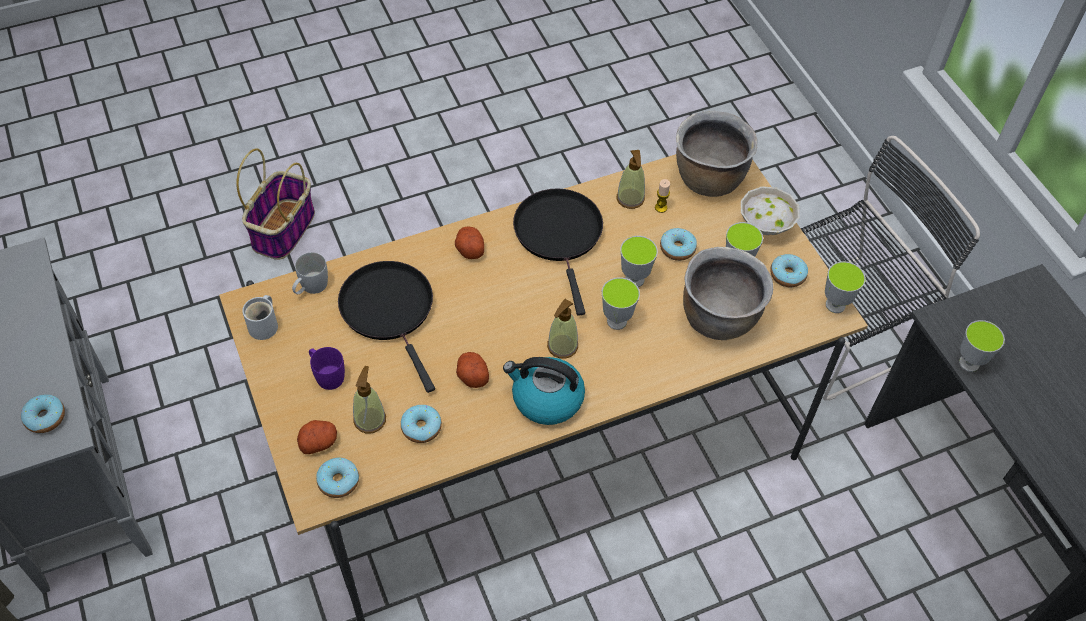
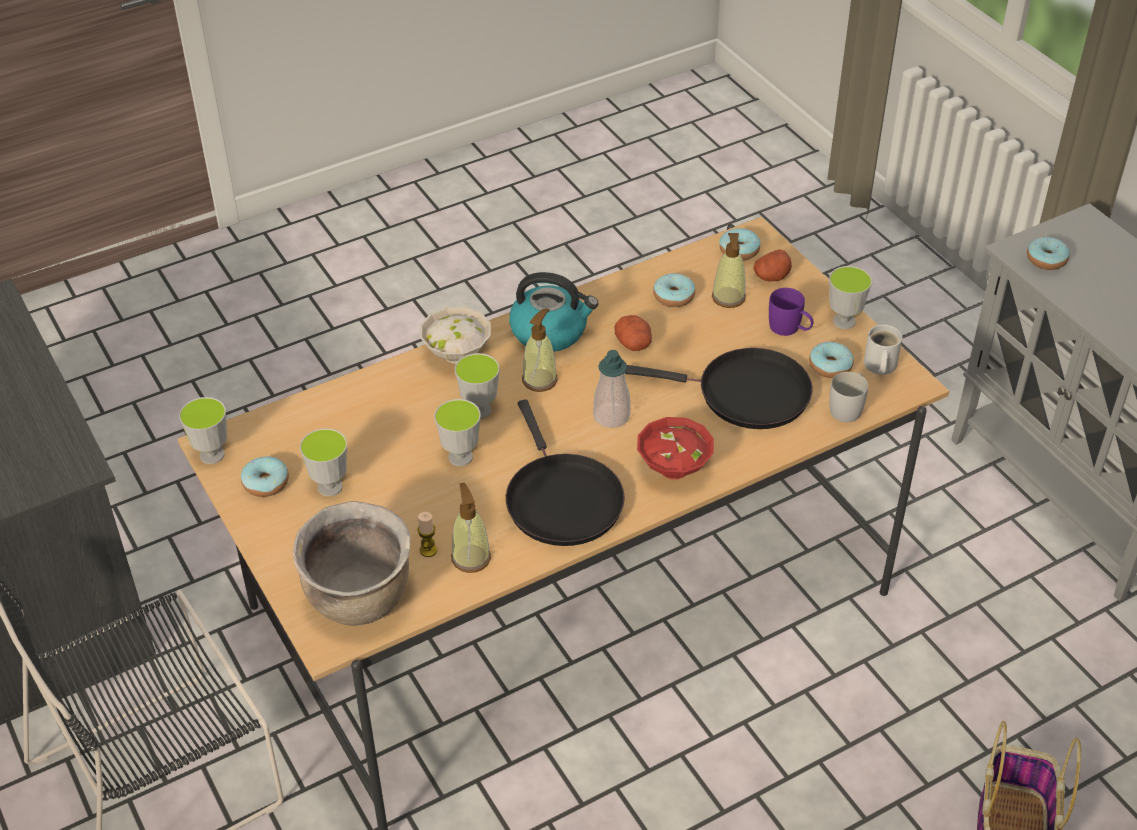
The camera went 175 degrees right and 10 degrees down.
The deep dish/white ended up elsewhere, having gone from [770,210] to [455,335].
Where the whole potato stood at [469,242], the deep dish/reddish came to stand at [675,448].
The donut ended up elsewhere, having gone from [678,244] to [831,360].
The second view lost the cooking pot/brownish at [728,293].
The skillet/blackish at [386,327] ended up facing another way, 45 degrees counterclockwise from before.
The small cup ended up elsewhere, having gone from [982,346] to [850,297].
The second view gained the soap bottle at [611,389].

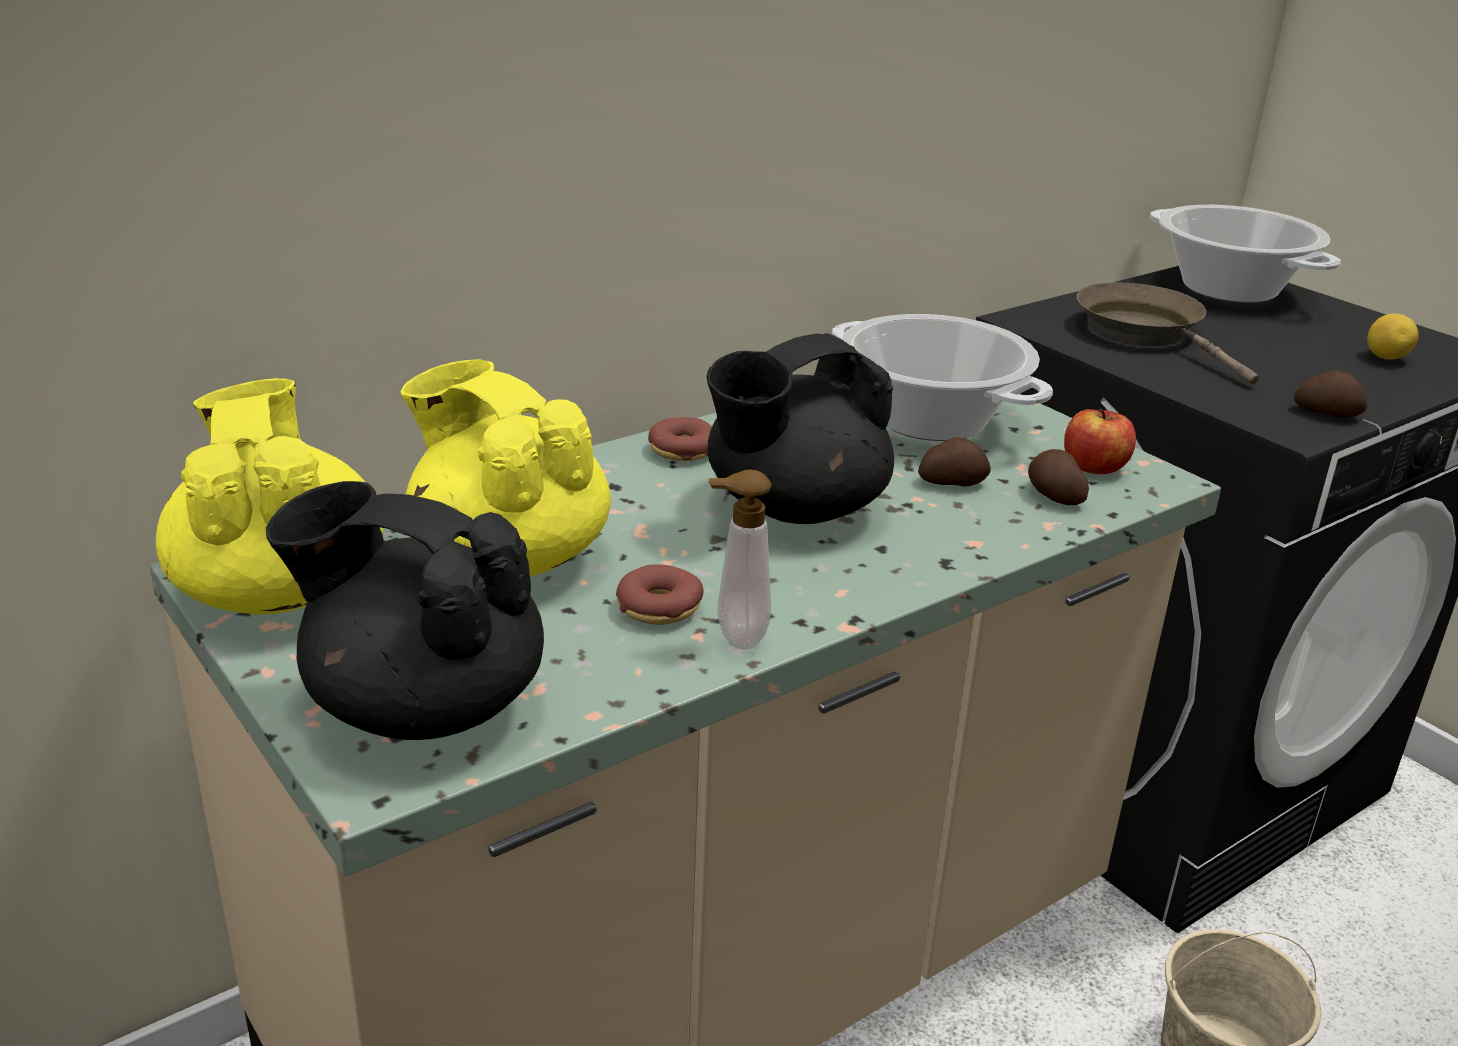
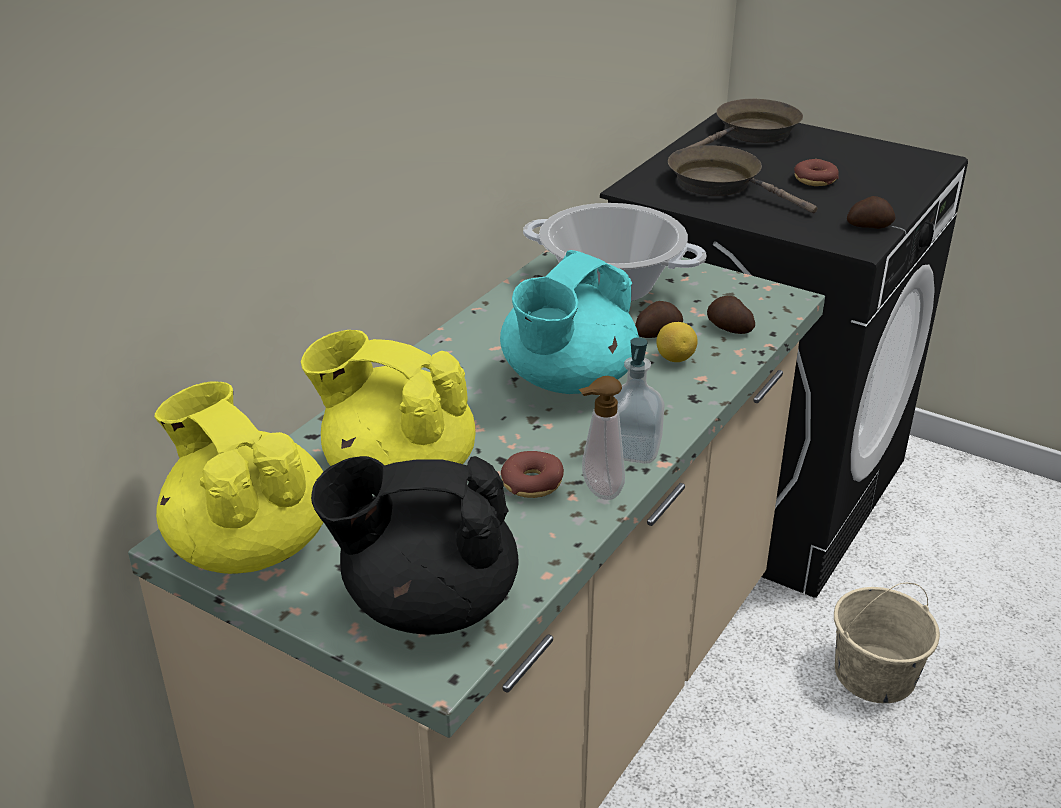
The camera went 20 degrees left and 5 degrees up.
Where the cooking pot stood at [1245,254], the skillet/brownish came to stand at [744,123].
The whole lemon ended up elsewhere, having gone from [1393,337] to [677,342].
What was the teapot/blackish at [800,428] turned into the teapot/turquoise-coloured at [569,322].
The second view lost the apple at [1100,441].
The donut ended up elsewhere, having gone from [680,439] to [816,172].
The second view gained the soap bottle at [639,400].

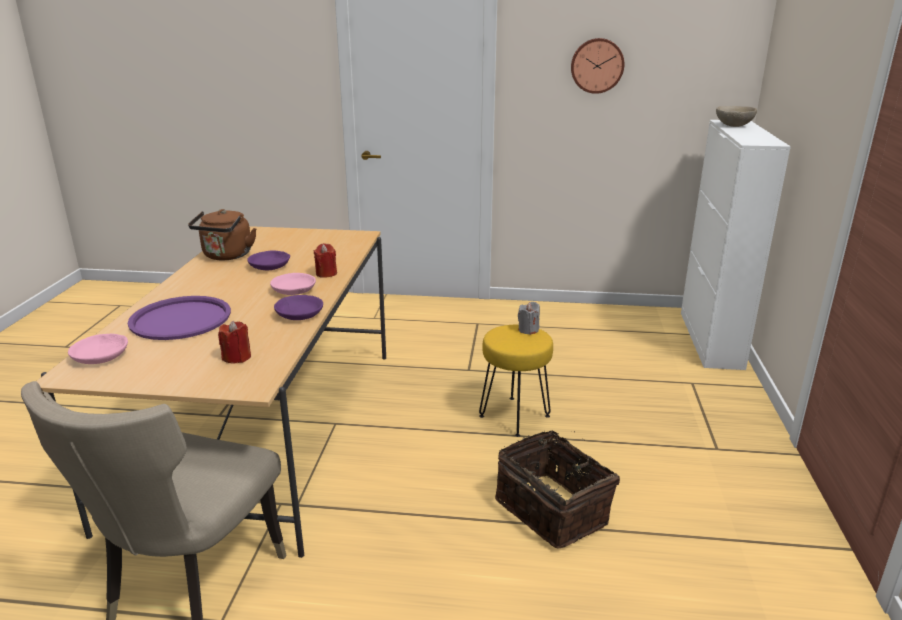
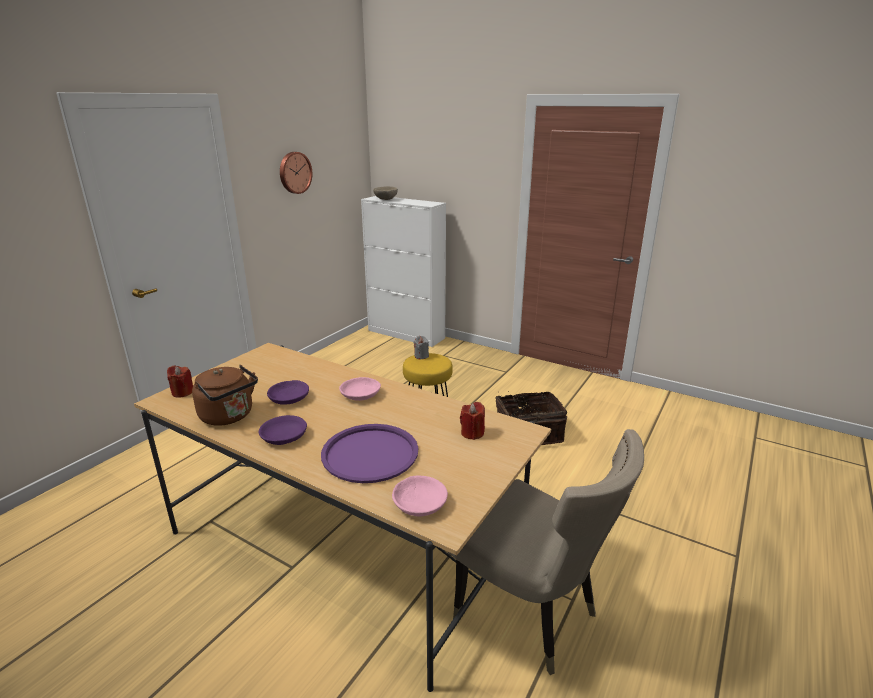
The camera went 65 degrees left and 0 degrees up.
The wax light/reddish ended up elsewhere, having gone from [325,260] to [180,382].
The deep dish/purplish ended up elsewhere, having gone from [298,307] to [283,430].

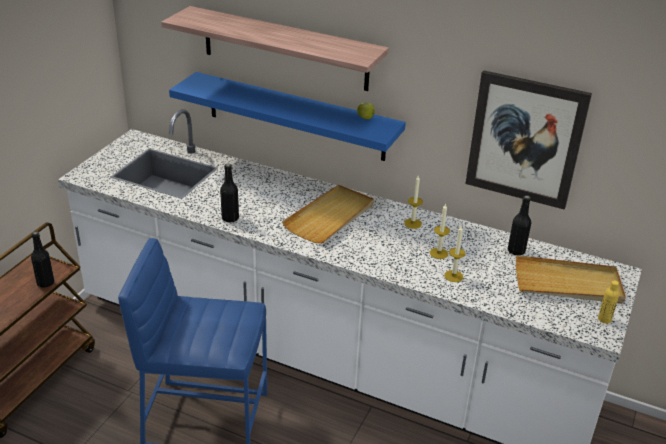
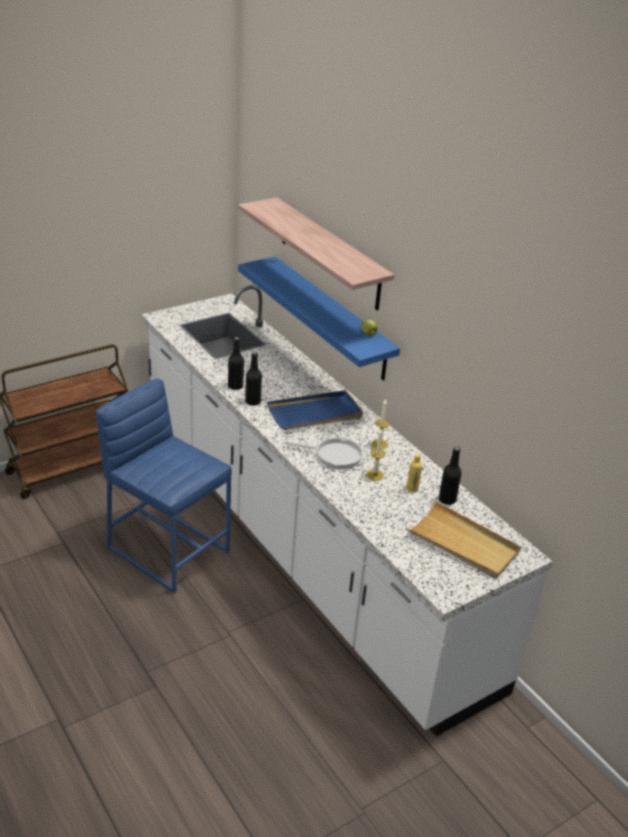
The camera went 30 degrees right and 0 degrees up.
The second view lost the wall picture at [528,140].
What was the tray/beige-coloured at [328,214] turned into the tray/blue-coloured at [315,410].
The second view lost the wax light at [455,254].
The drink bottle/blackish ended up elsewhere, having gone from [42,259] to [253,378].
The drink bottle/yellow-coloured ended up elsewhere, having gone from [608,301] to [414,473].
The second view gained the skillet at [325,453].

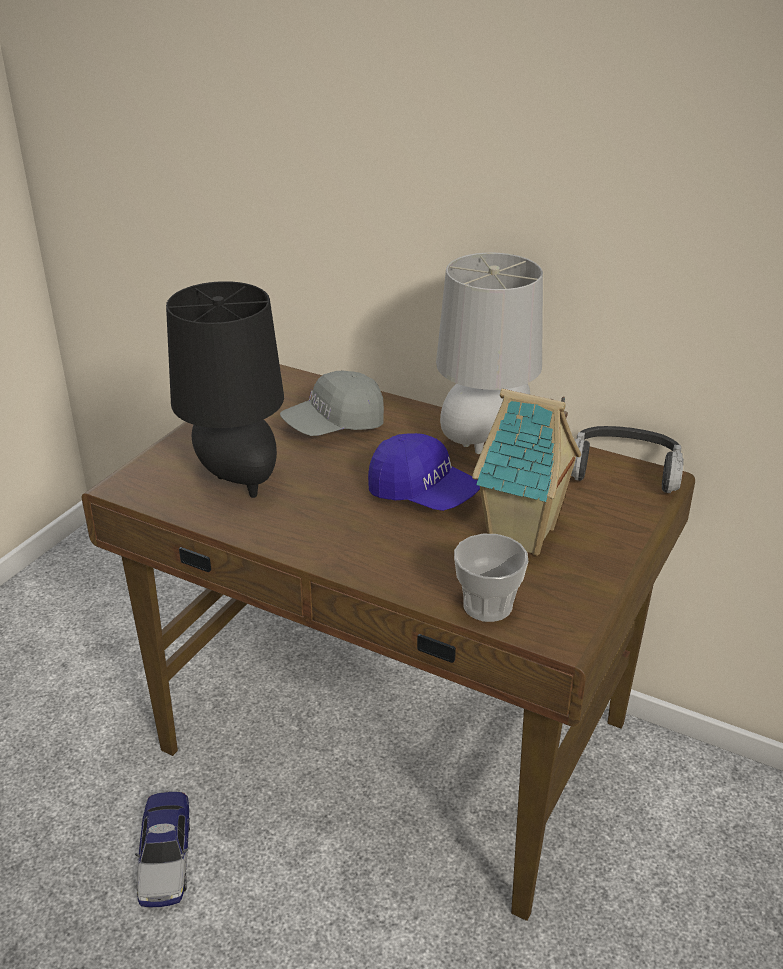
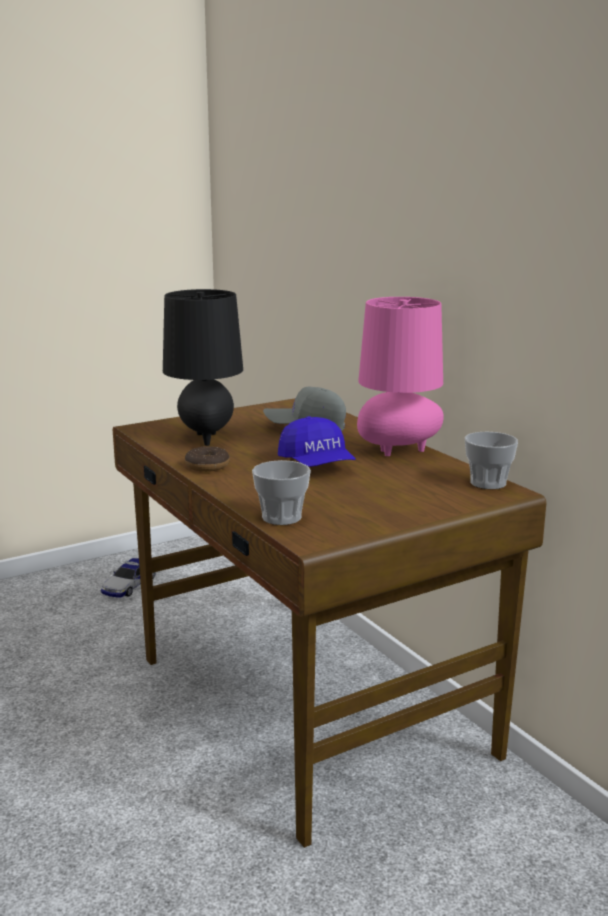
The camera went 30 degrees right and 15 degrees down.
What was the table lamp/grey at [489,353] turned into the table lamp/pink at [400,376].
The second view lost the miniature house at [526,472].
Where the headphones stood at [627,459], the small cup came to stand at [491,460].
The toy car ended up elsewhere, having gone from [162,849] to [128,578].
The second view gained the donut at [207,459].

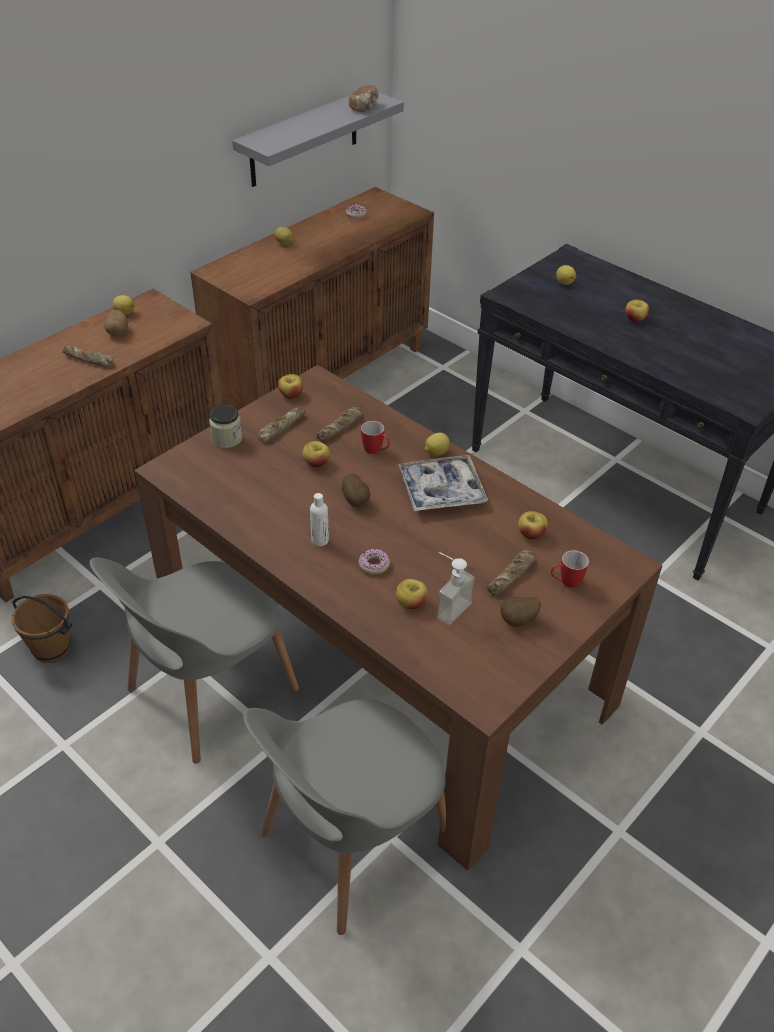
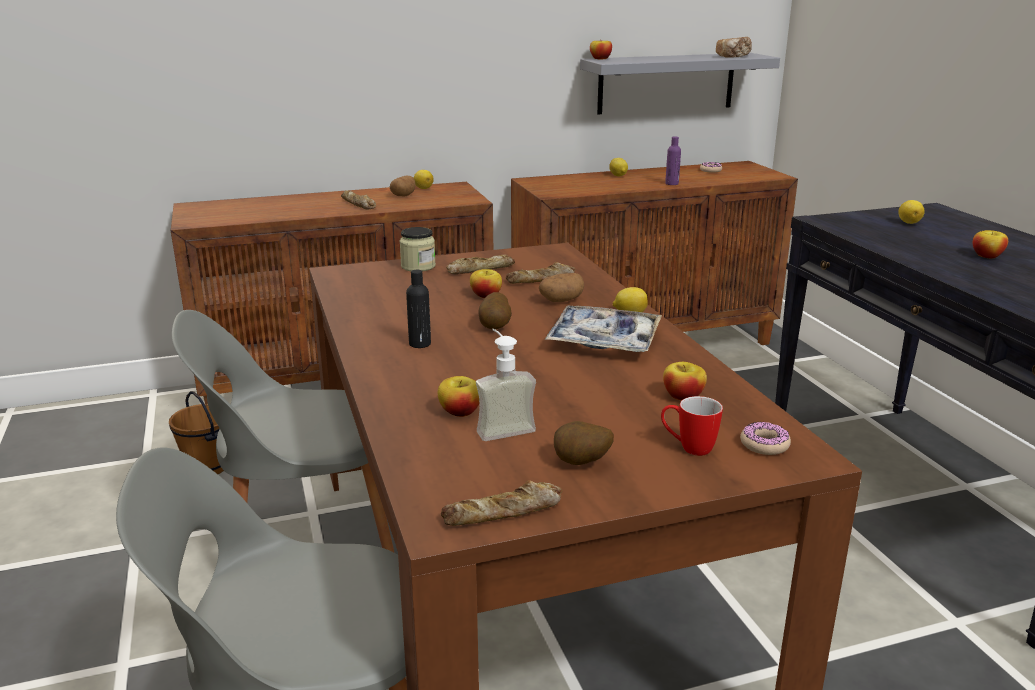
The camera went 30 degrees right and 20 degrees down.
The apple ended up elsewhere, having gone from [290,386] to [601,50].
Where the tea mug stood at [375,437], the whole potato came to stand at [561,287].
What was the drink bottle/white at [319,519] turned into the drink bottle/blackish at [418,309].
The donut ended up elsewhere, having gone from [374,561] to [765,438].
The baked bread ended up elsewhere, having gone from [511,572] to [501,503].
The second view gained the drink bottle/purplish at [673,160].

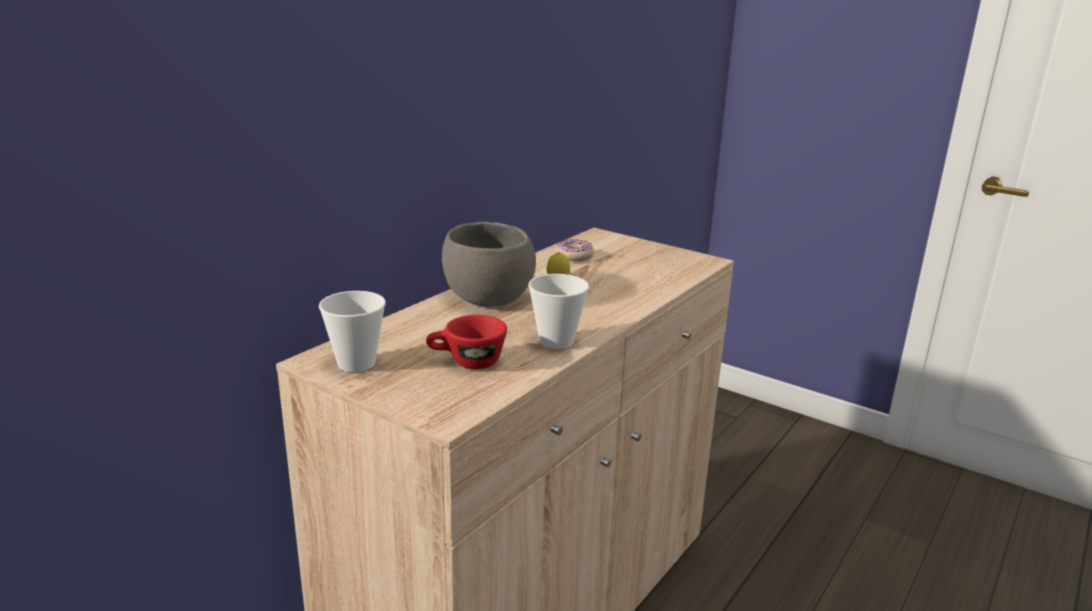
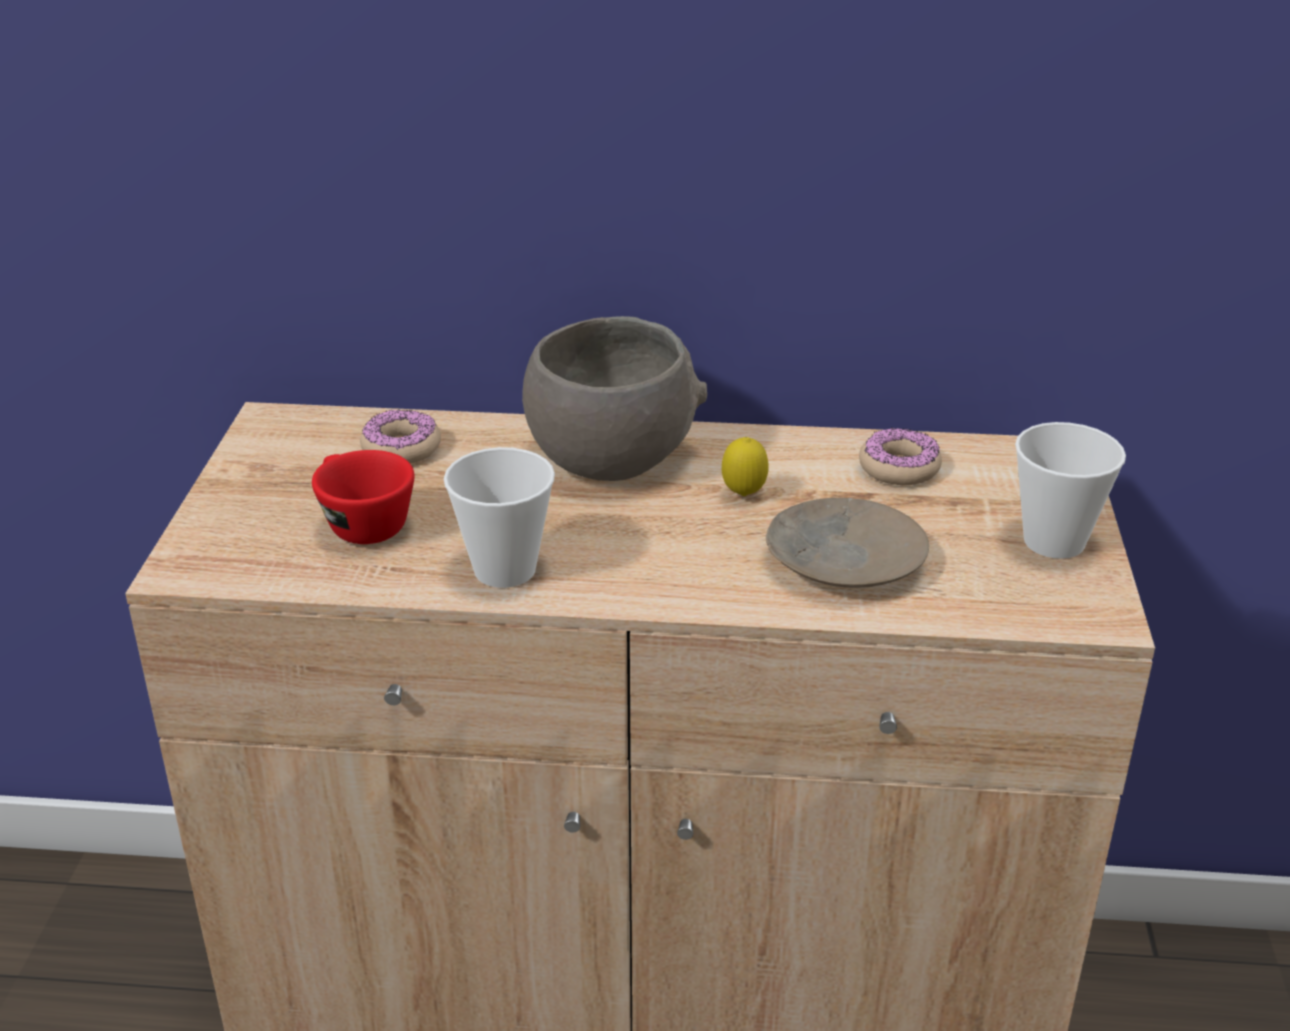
The camera went 60 degrees right and 10 degrees up.
The small cup ended up elsewhere, having gone from [352,331] to [1070,490].
The second view gained the donut at [400,437].
The second view gained the dinner plate/beige-coloured at [847,543].

